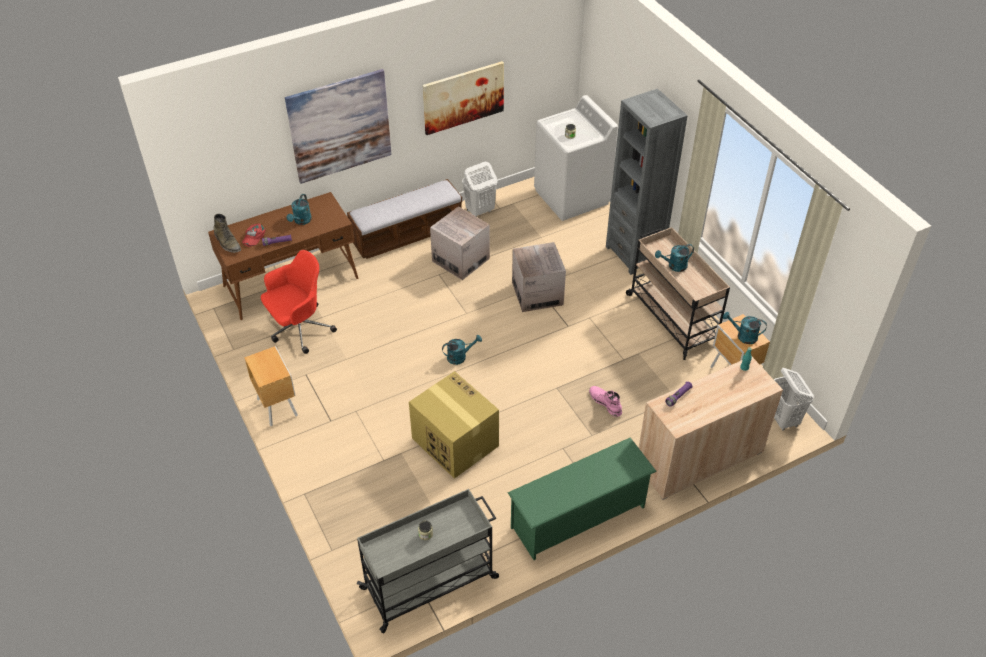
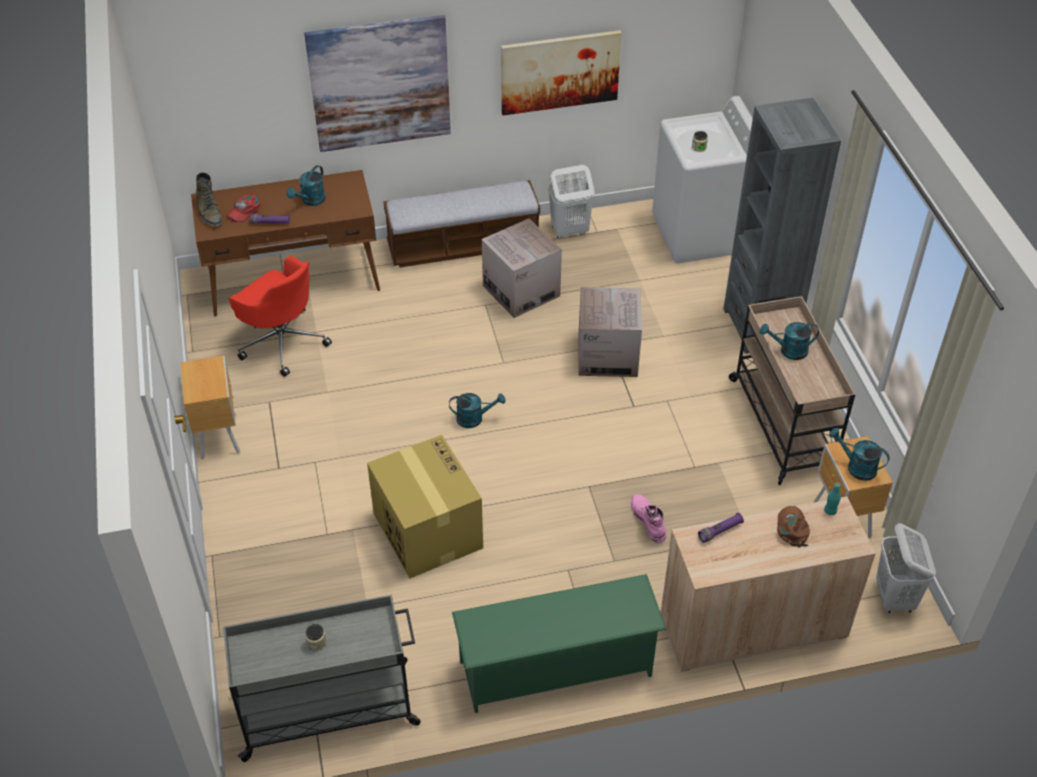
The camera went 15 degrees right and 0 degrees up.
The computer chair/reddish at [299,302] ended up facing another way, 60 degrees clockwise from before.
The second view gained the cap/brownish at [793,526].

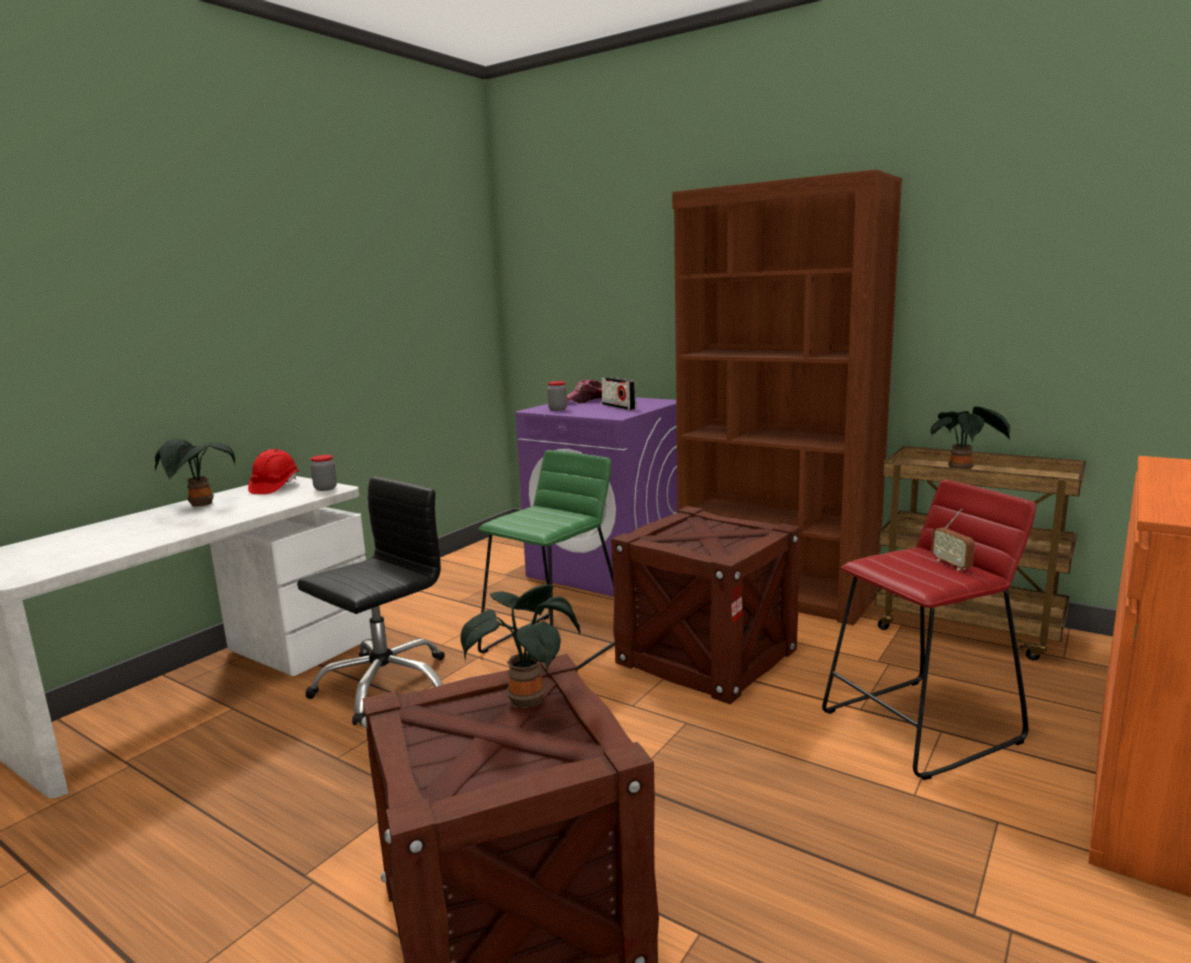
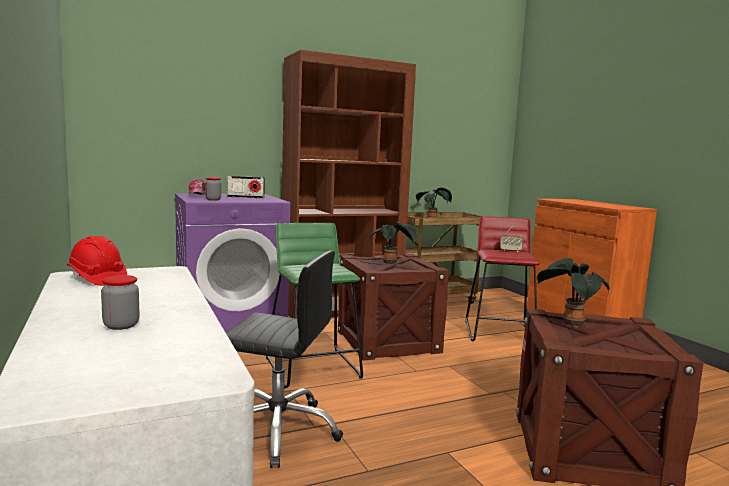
The camera went 60 degrees left and 5 degrees down.
The potted plant ended up elsewhere, having gone from [195,473] to [393,243].
The preserve jar ended up elsewhere, having gone from [324,473] to [120,302].
The computer chair/blackish at [371,600] ended up facing another way, 120 degrees clockwise from before.

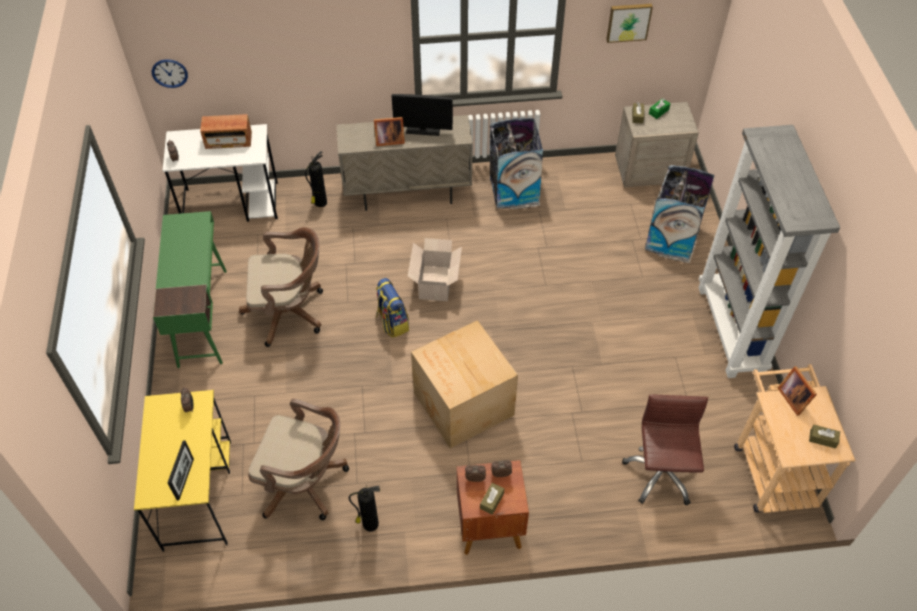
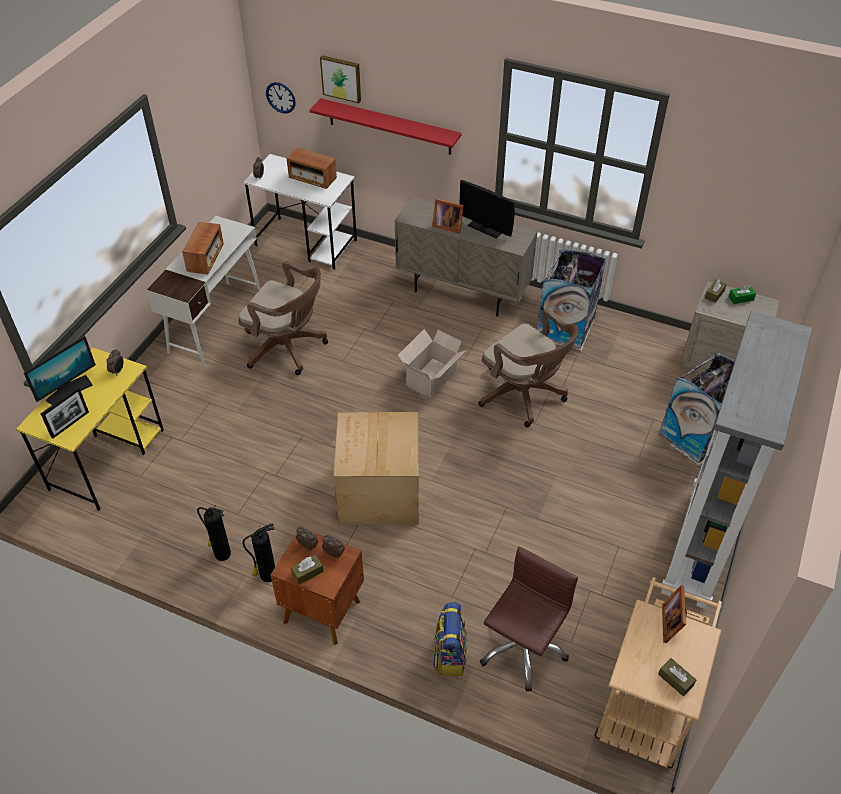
The camera went 30 degrees right and 5 degrees down.
The wall picture ended up elsewhere, having gone from [629,23] to [340,79].
The extinguisher ended up elsewhere, having gone from [316,179] to [259,552].
What was the desk/green at [190,289] turned into the desk/white at [203,291].
The rucksack ended up elsewhere, having gone from [392,308] to [450,639].
The computer chair/brownish ended up elsewhere, having gone from [298,459] to [528,368].
The second view gained the shelf/reddish at [386,126].
The second view gained the radio receiver at [203,248].
The second view gained the monitor at [60,370].

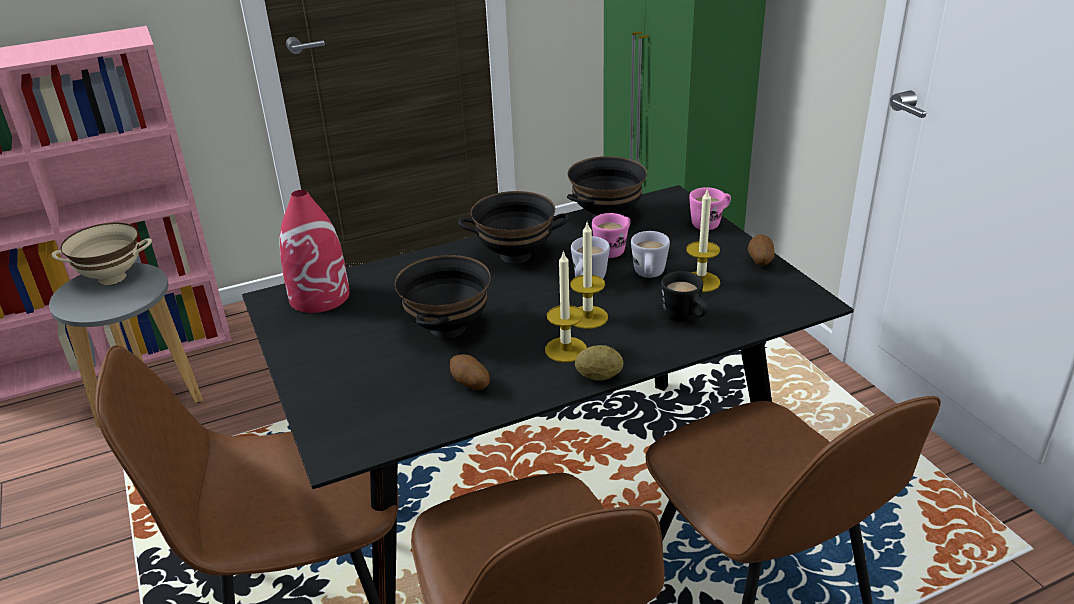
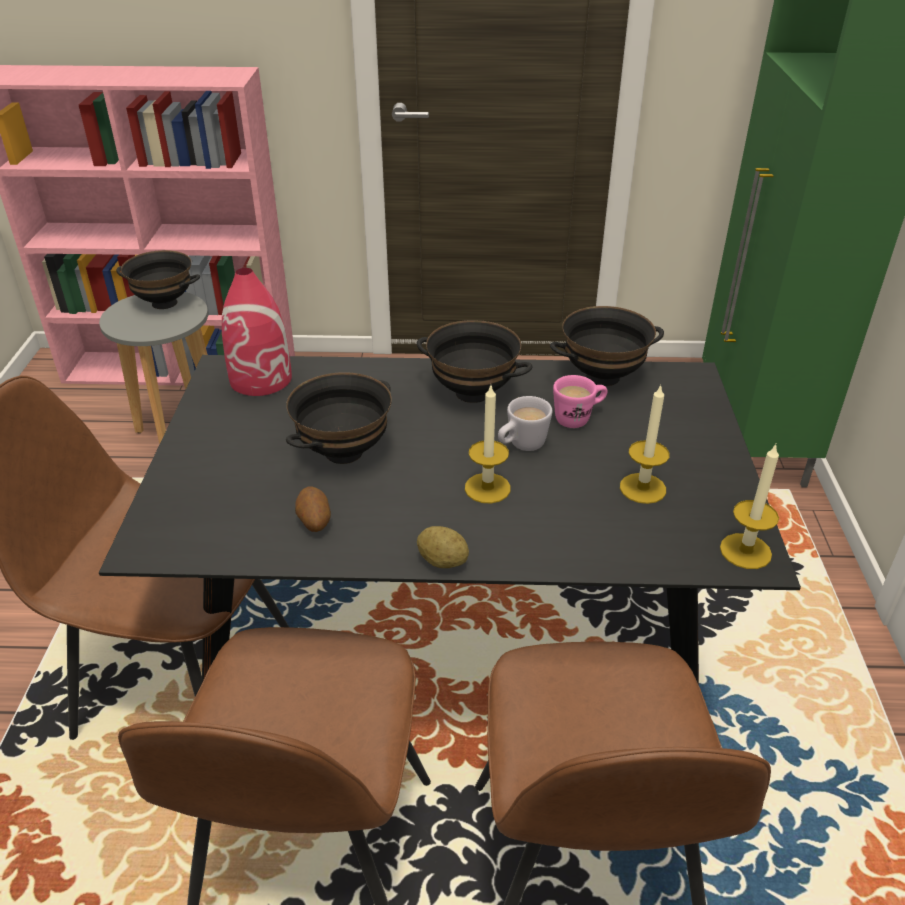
The camera went 25 degrees right and 5 degrees up.
The second view lost the tea mug/pink at [710,208].
What was the deep dish/beige-coloured at [102,253] turned into the deep dish/blackish at [158,279].
The second view lost the tea mug/white at [650,254].
The second view lost the whole potato at [761,250].
The wax light ended up elsewhere, having gone from [566,306] to [749,506].
The second view lost the tea mug/blackish at [684,296].

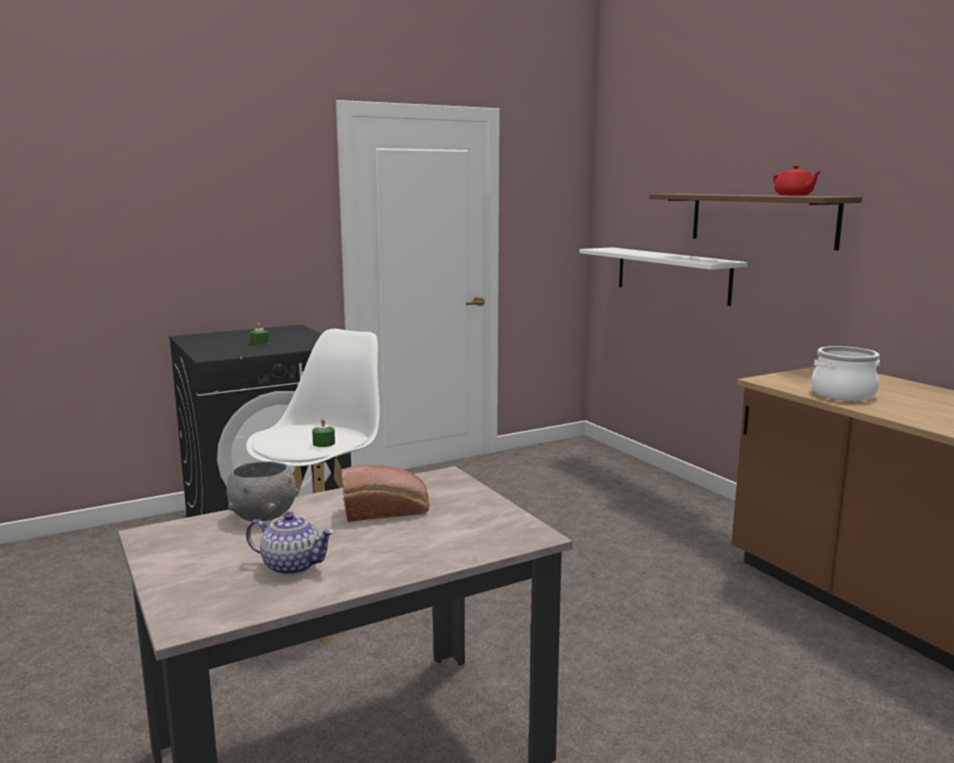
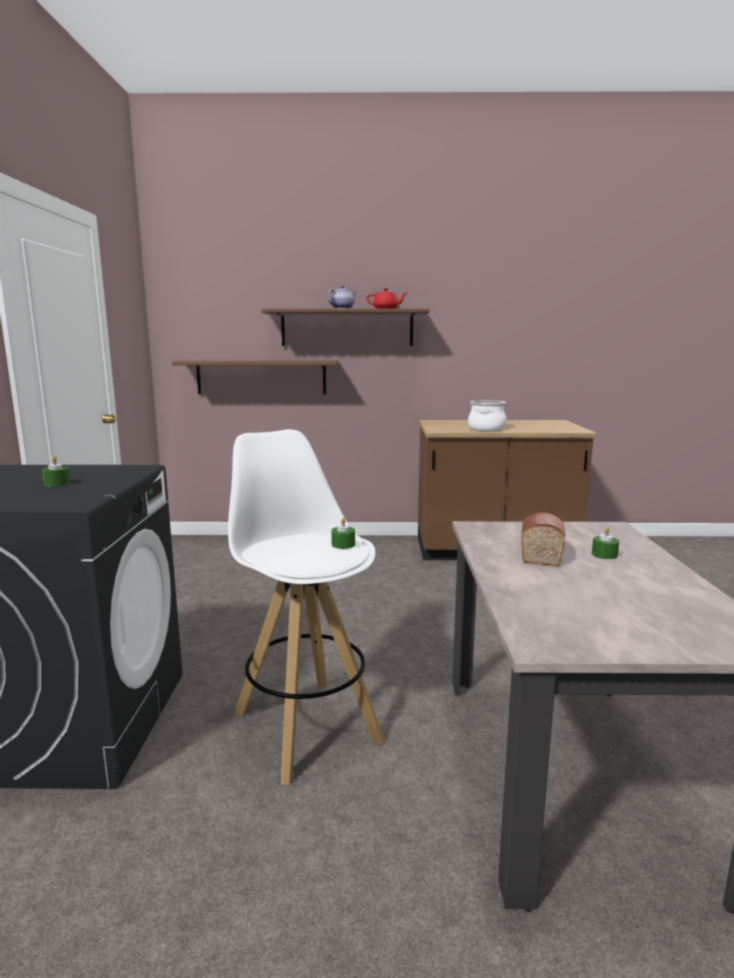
The camera went 60 degrees left and 0 degrees up.
What was the shelf/white at [663,276] turned into the shelf/brownish at [255,377].
The second view lost the deep dish/grey at [262,491].
The teapot ended up elsewhere, having gone from [290,544] to [342,297].
The second view gained the wax light/green at [605,543].

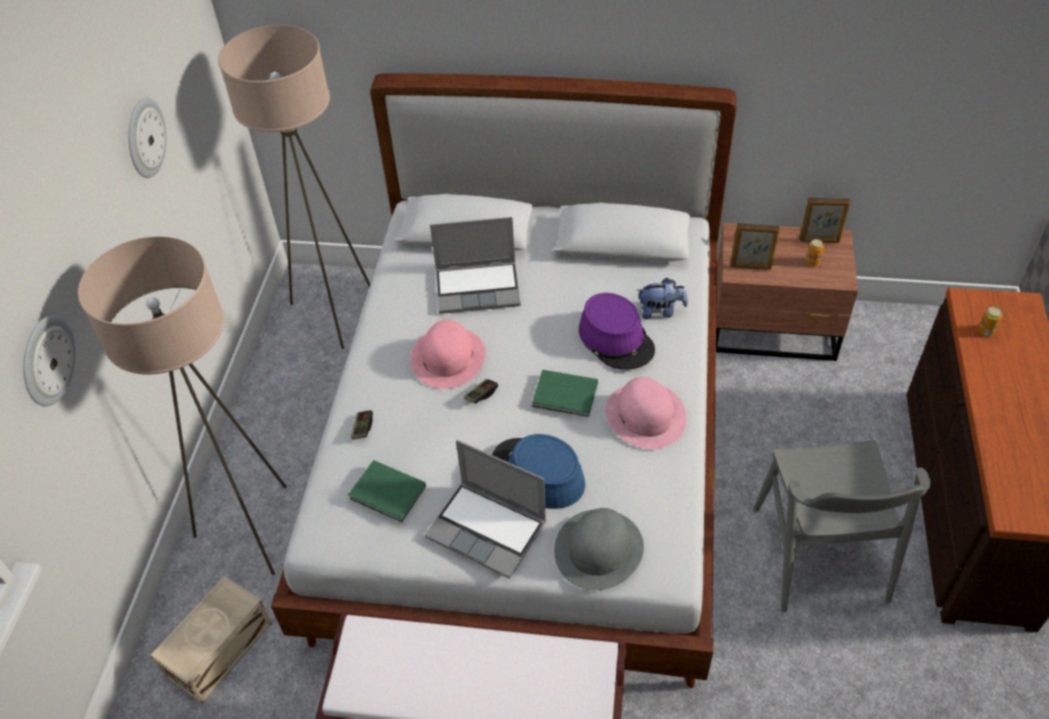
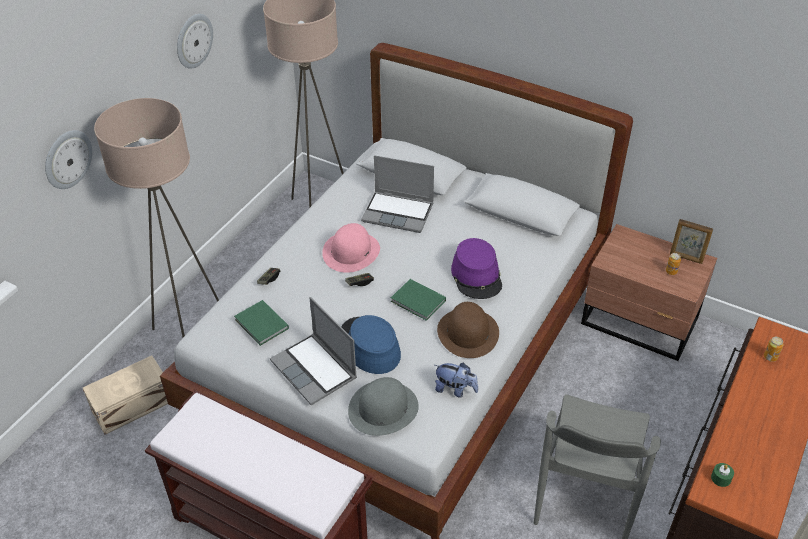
The camera went 20 degrees right and 5 degrees down.
The second view lost the photo frame at [755,246].
The soft toy ended up elsewhere, having gone from [662,298] to [456,380].
What was the hat/pink at [646,413] turned into the hat/brownish at [468,330].
The second view gained the wax light/green at [722,475].

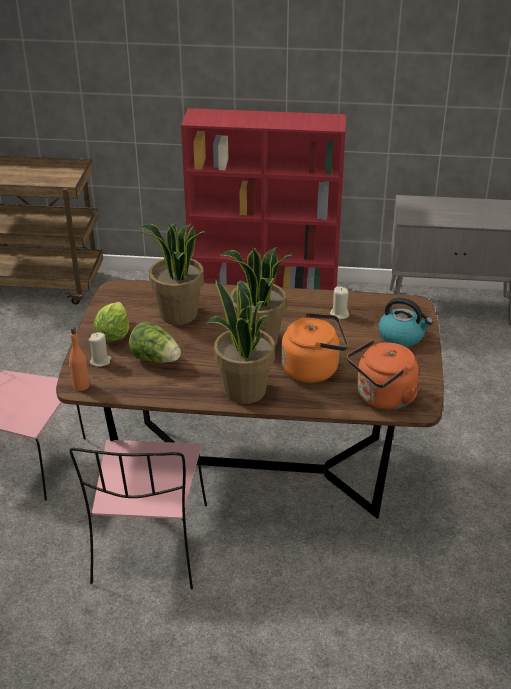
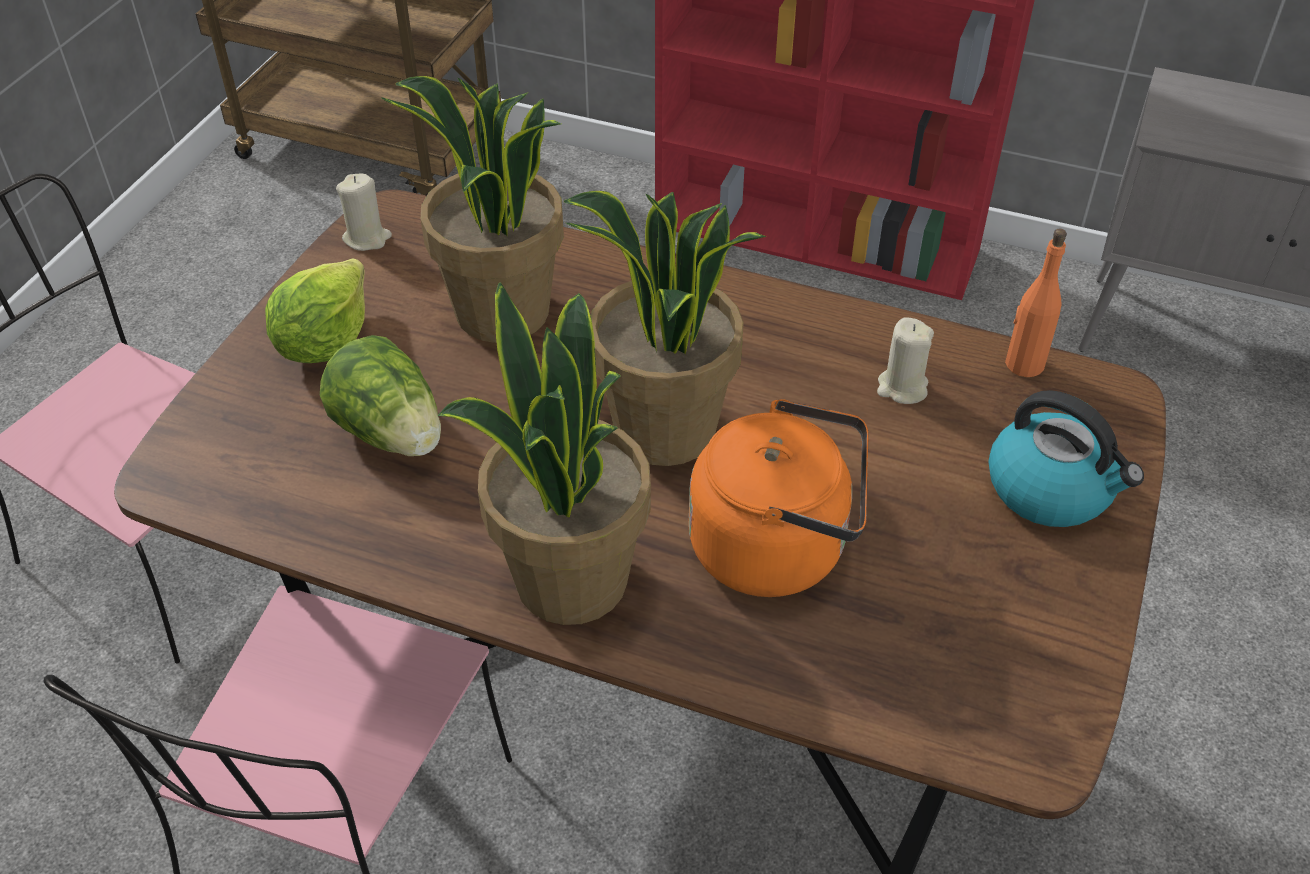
The camera went 15 degrees right and 10 degrees up.
The drink bottle/orange-coloured ended up elsewhere, having gone from [79,359] to [1036,303].
The wax light/beige-coloured ended up elsewhere, having gone from [100,349] to [364,212].
The second view lost the tea kettle/orange-coloured at [383,375].

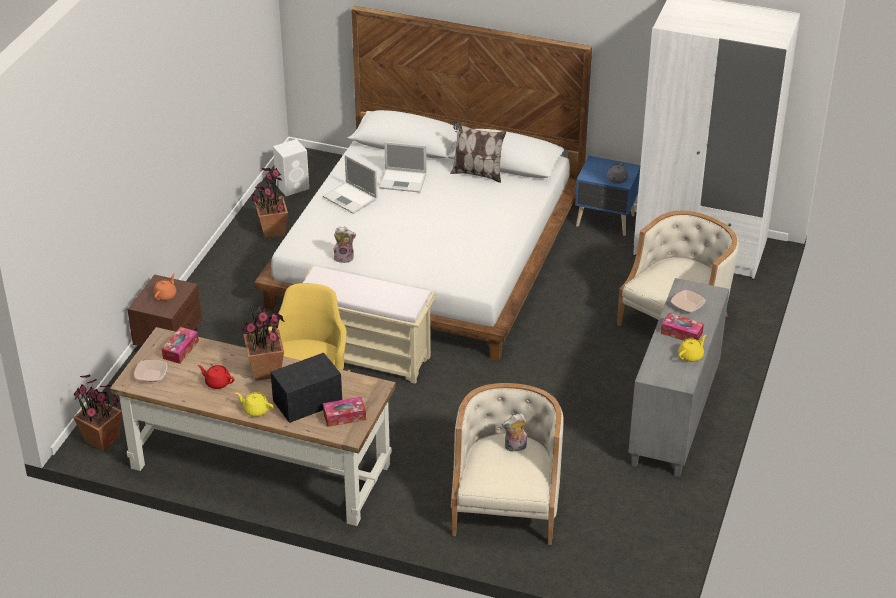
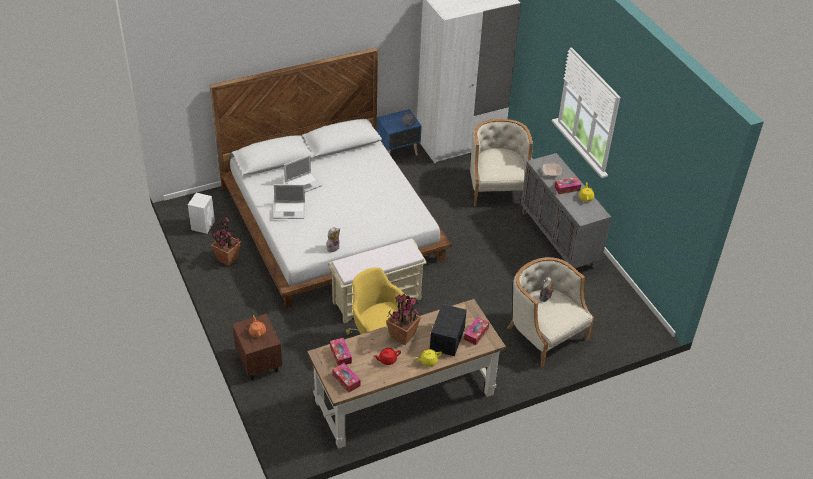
The camera went 45 degrees left and 5 degrees up.
The second view lost the pillow at [478,152].
Where the deep dish stood at [150,371], the tissue box came to stand at [346,378].
The second view lost the potted plant at [97,412].

